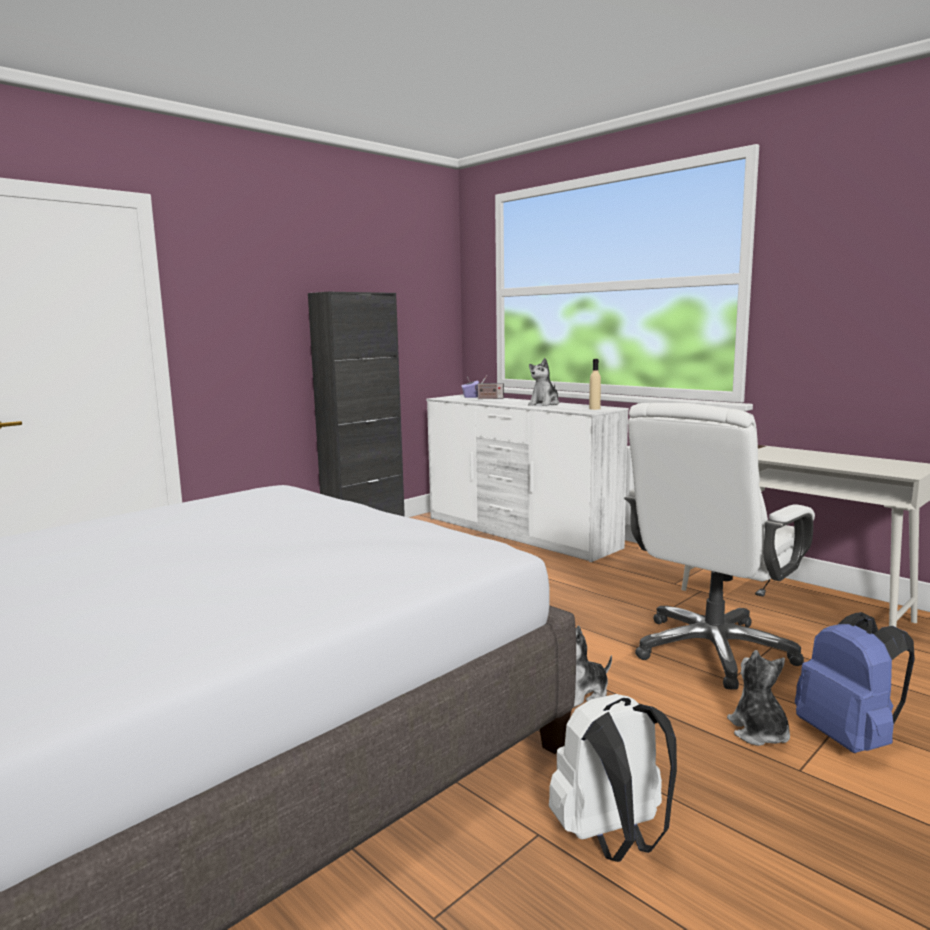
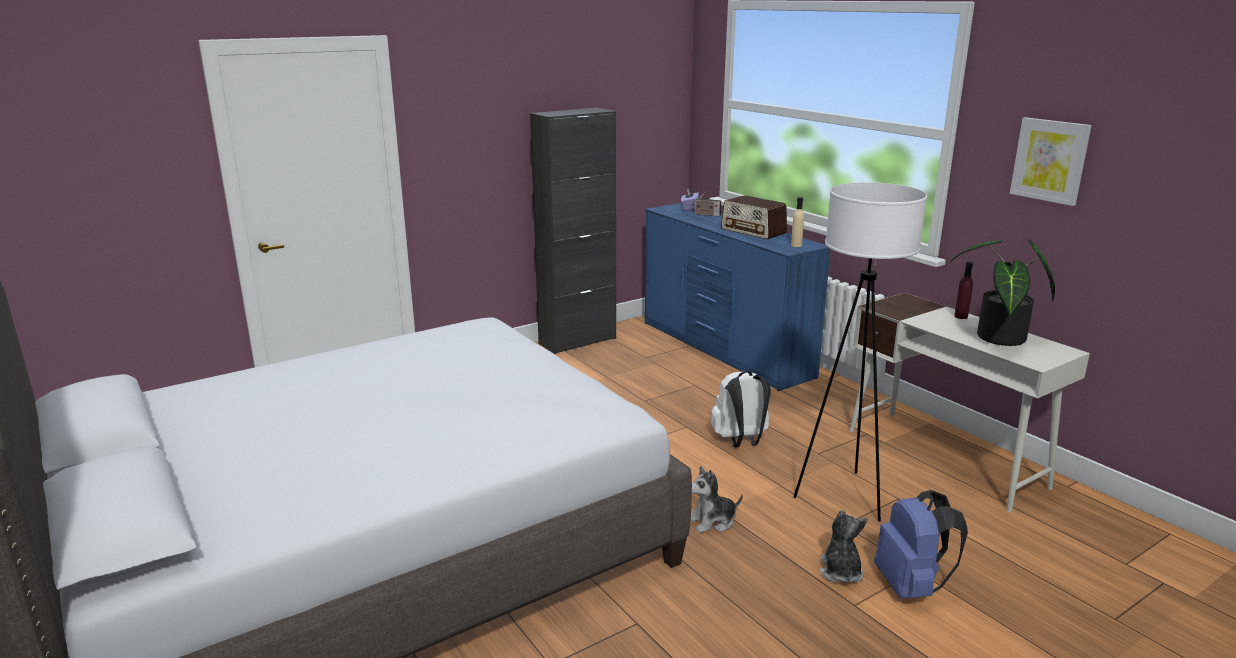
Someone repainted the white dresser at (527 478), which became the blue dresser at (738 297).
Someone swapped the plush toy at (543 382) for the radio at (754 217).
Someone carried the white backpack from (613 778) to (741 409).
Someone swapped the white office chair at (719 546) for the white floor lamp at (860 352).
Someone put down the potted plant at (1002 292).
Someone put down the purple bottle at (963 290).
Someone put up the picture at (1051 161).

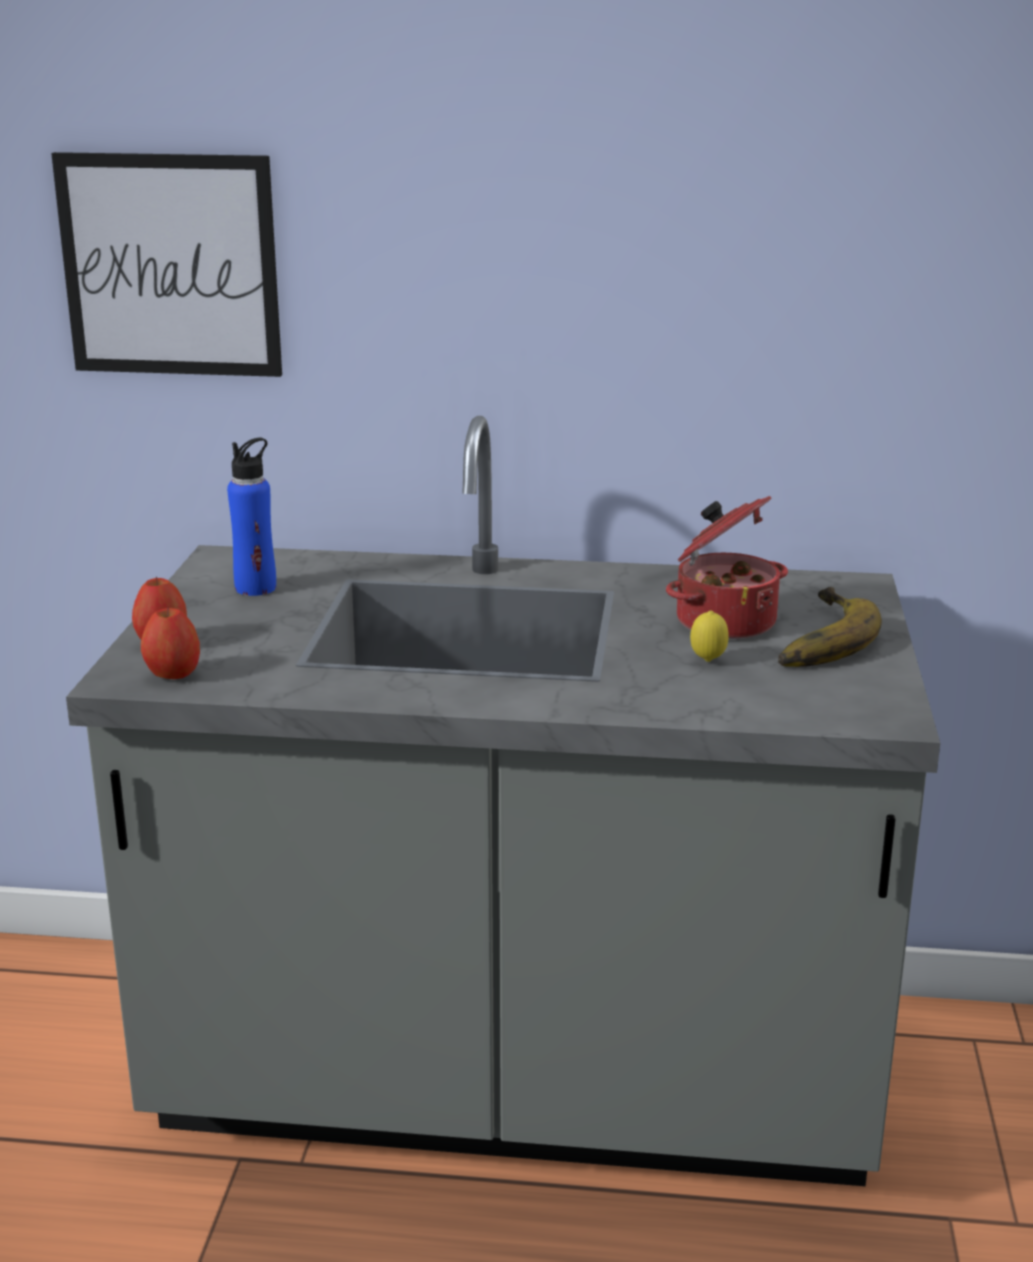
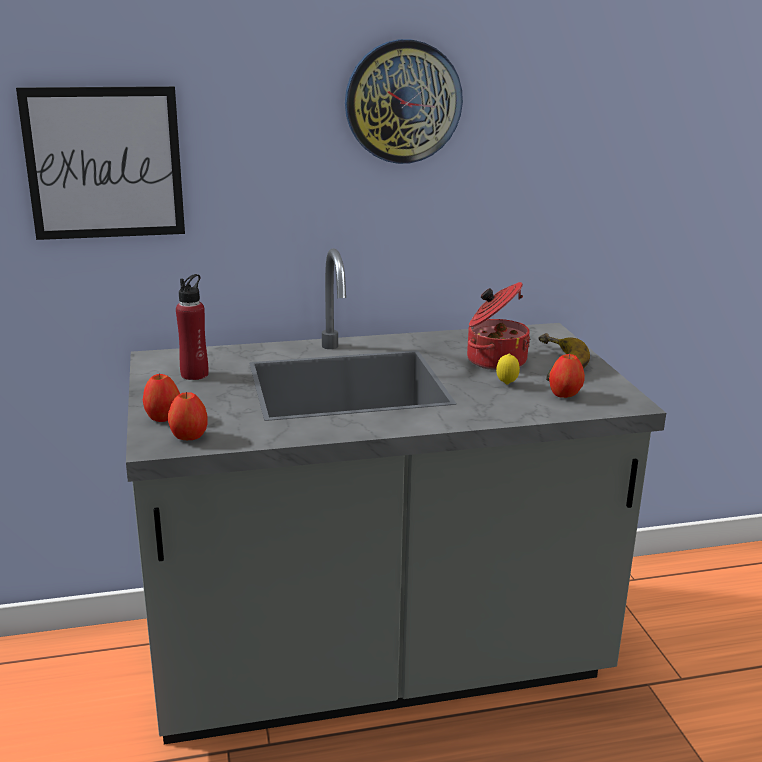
Someone repainted the blue bottle at (251 516), which became the red bottle at (192 327).
Someone put up the wall clock at (404 101).
Someone put down the apple at (567 375).

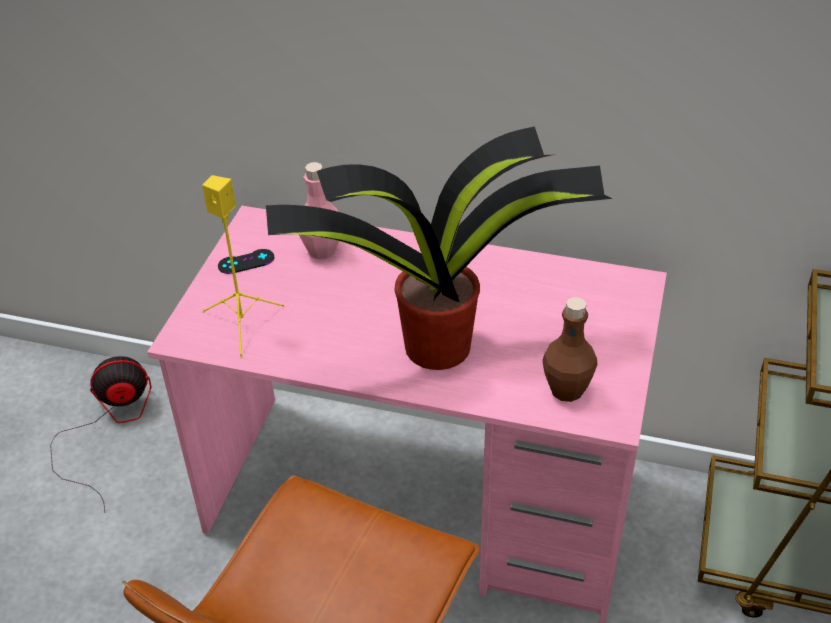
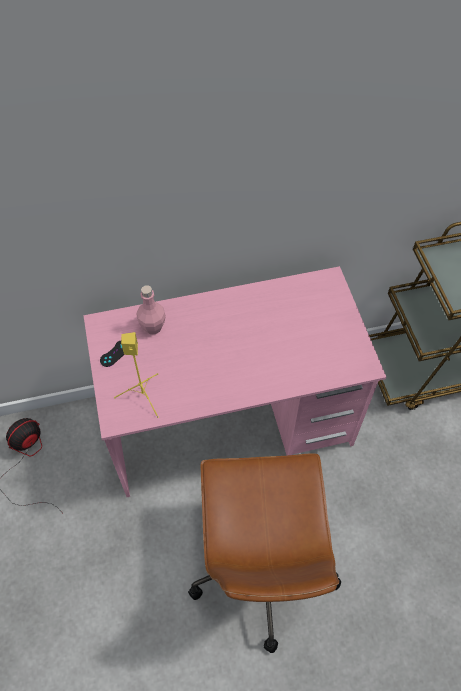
Someone took away the potted plant at (439 248).
Someone took away the brown bottle at (570 349).

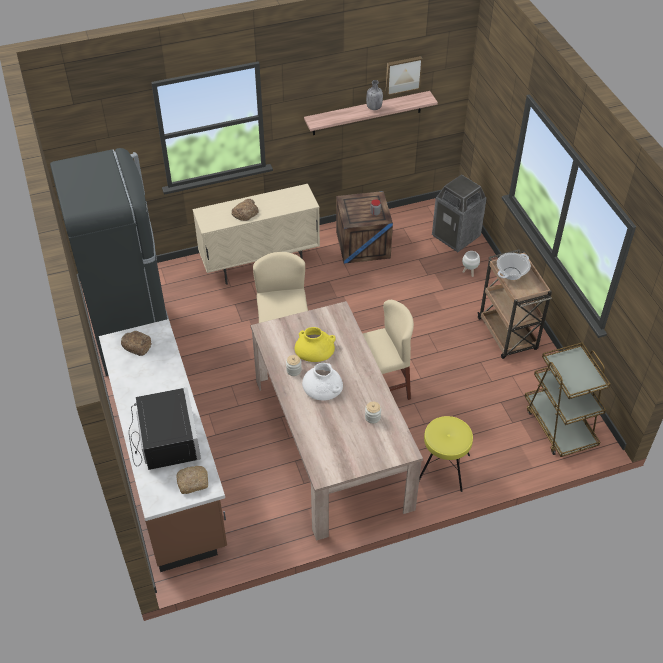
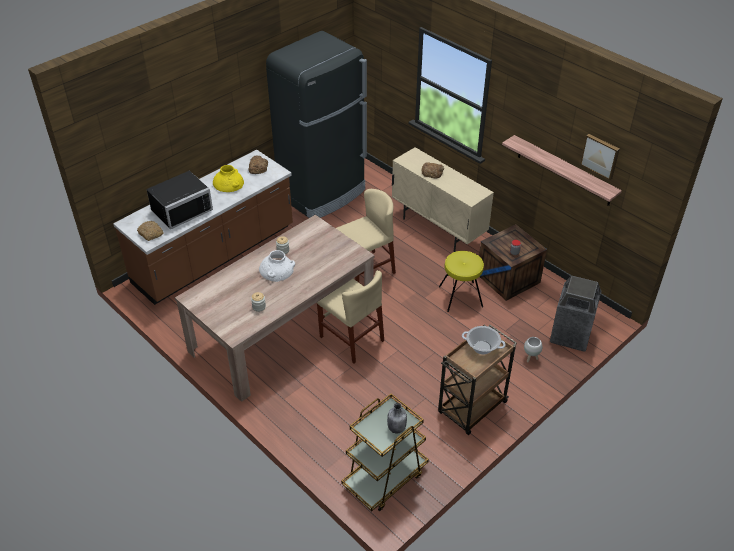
Someone carried the yellow vase from (315 344) to (228 178).
Someone carried the grey bottle from (374 95) to (397 418).
Someone carried the yellow stool from (446 454) to (461 281).

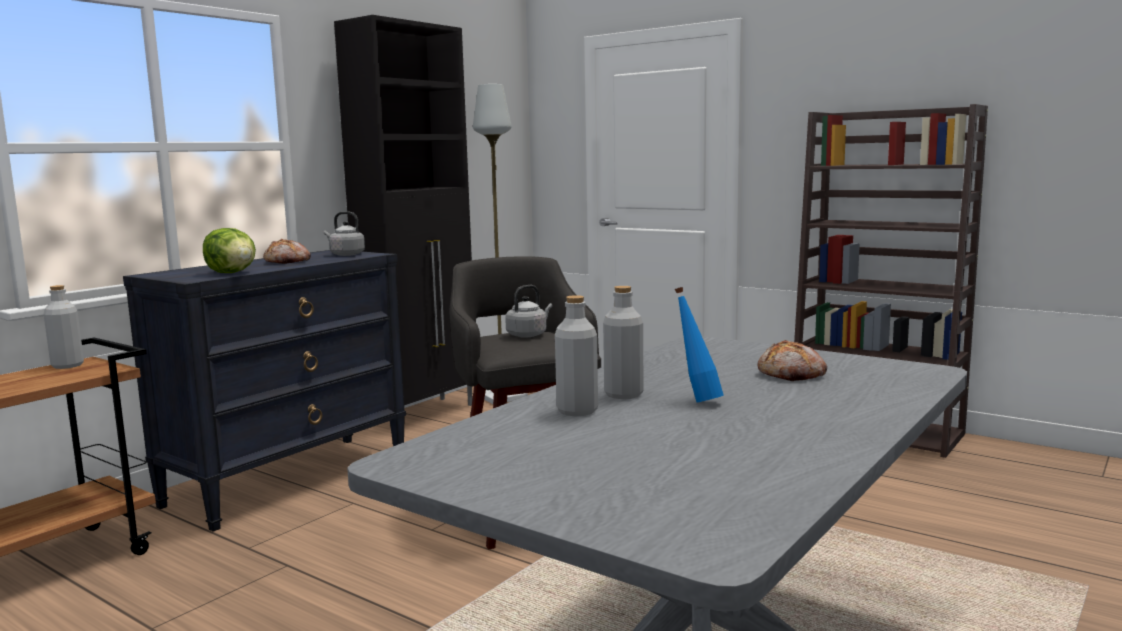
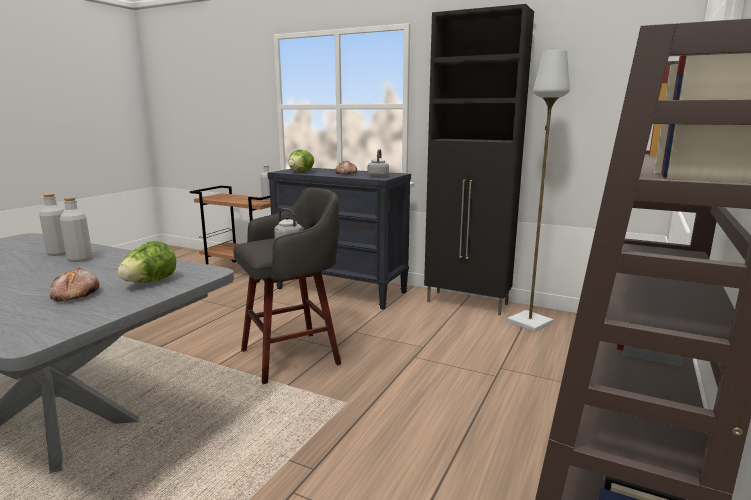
Someone took away the blue bottle at (699 345).
Someone put down the lettuce at (147 261).

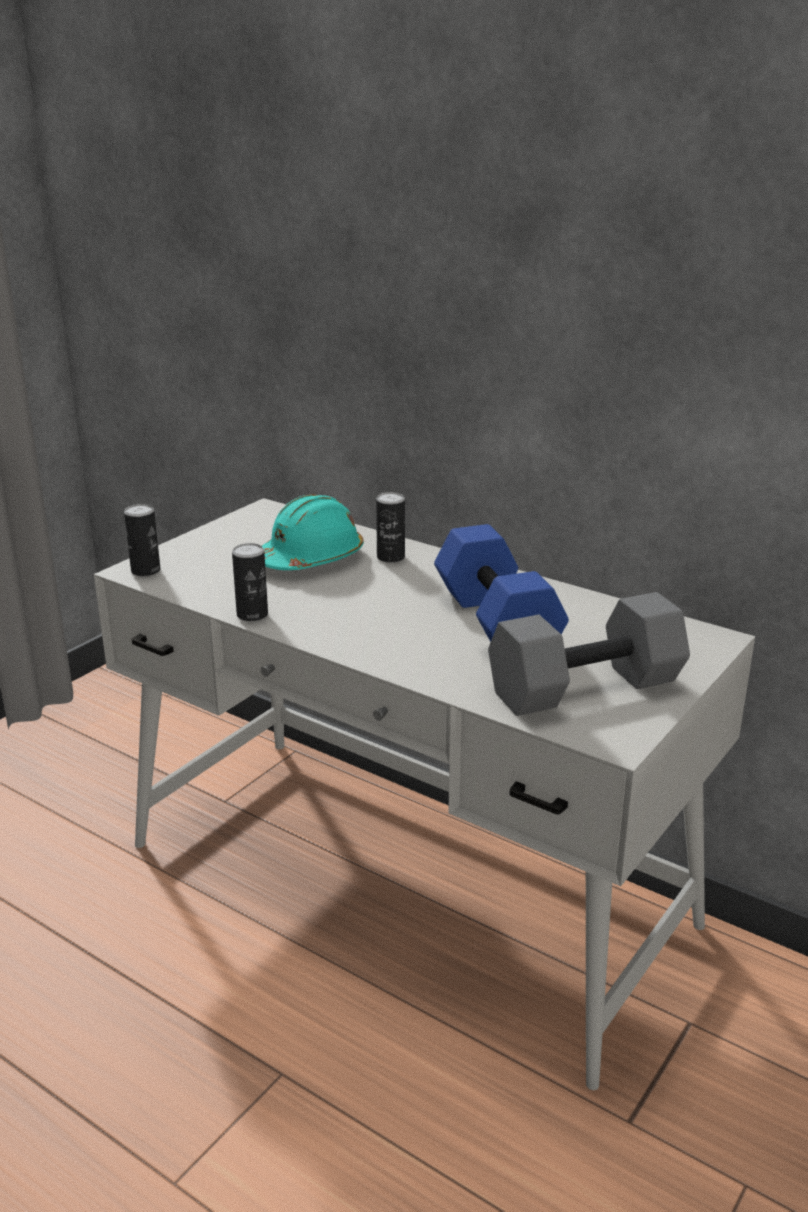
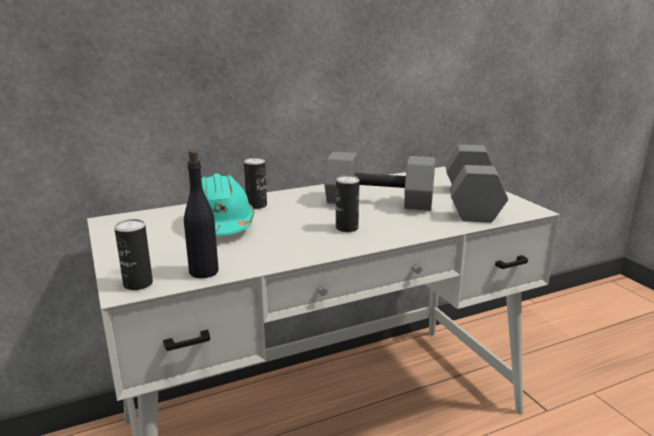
Someone carried the can from (250 582) to (347 203).
Someone repainted the blue dumbbell at (501 583), which became the grey dumbbell at (379 181).
Someone put down the black bottle at (201 214).

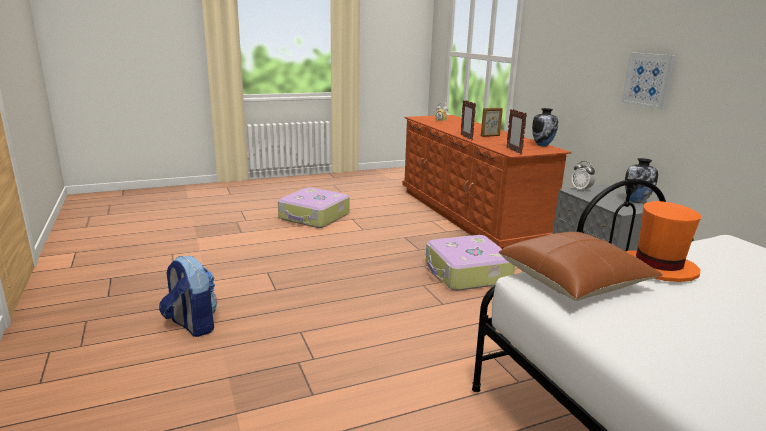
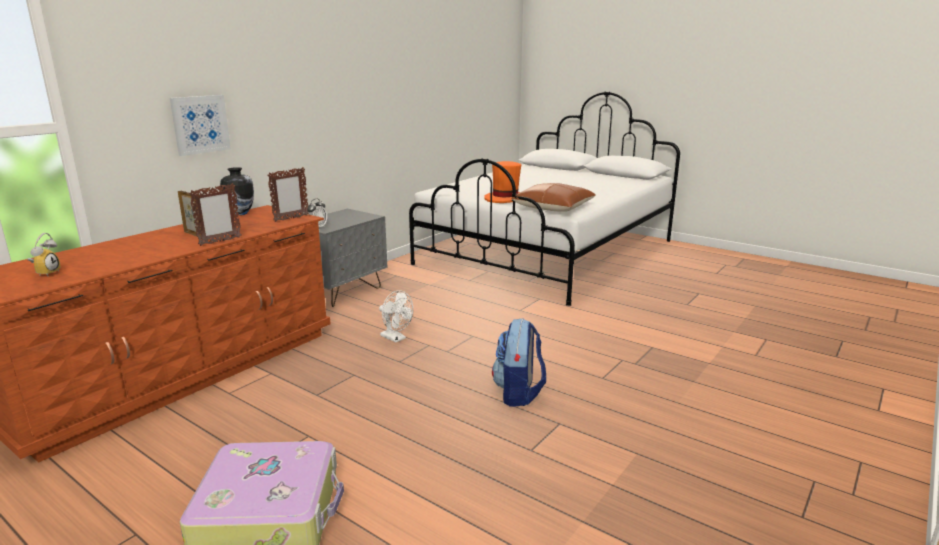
Someone carried the backpack from (188 296) to (519 362).
Someone swapped the suitcase at (470 263) for the white fan at (396 316).
Someone carried the picture from (648 81) to (200 125).
Someone took away the vase at (641 180).

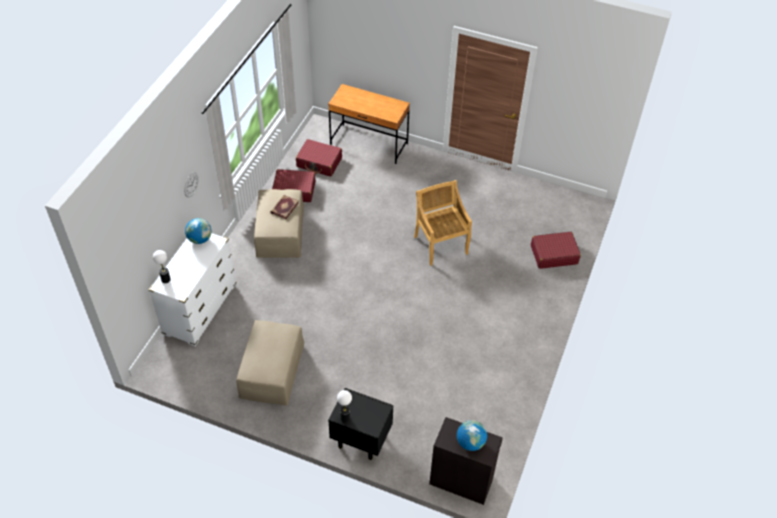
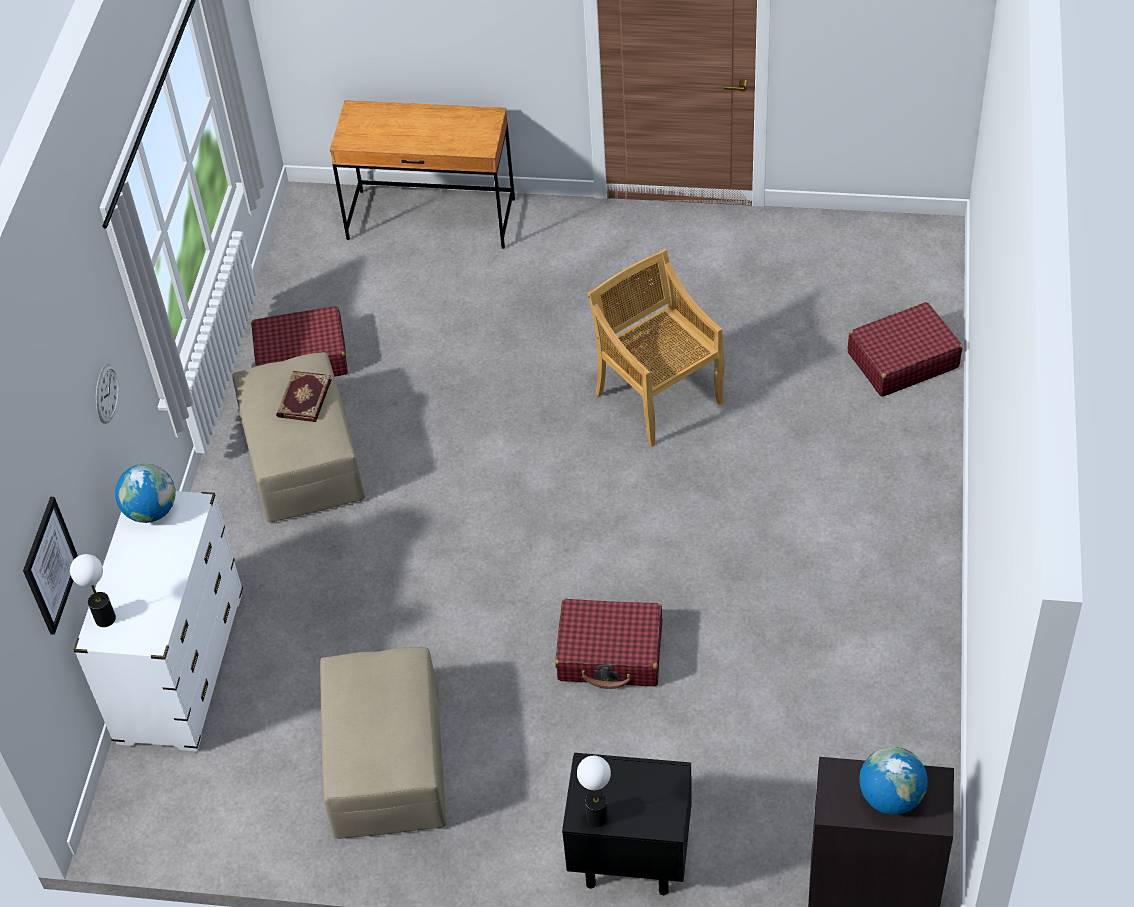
Someone carried the red suitcase from (319 158) to (608 644).
Someone put up the picture at (50 566).

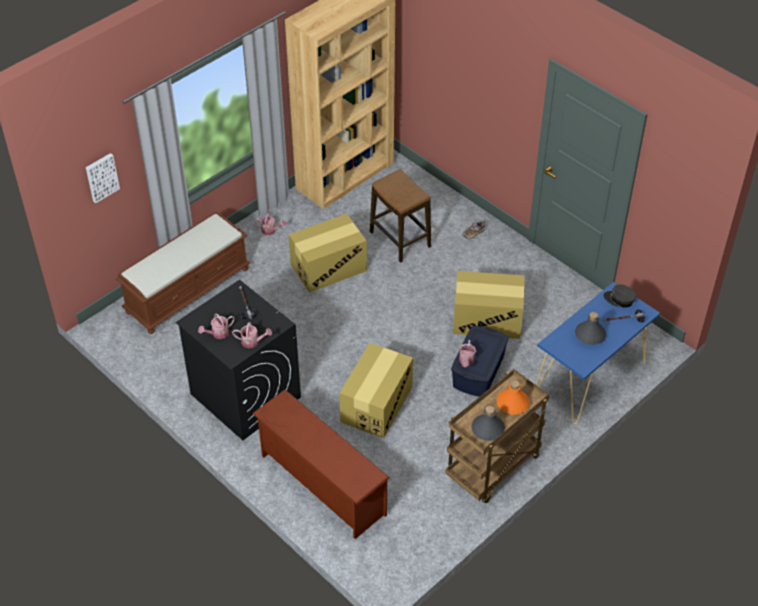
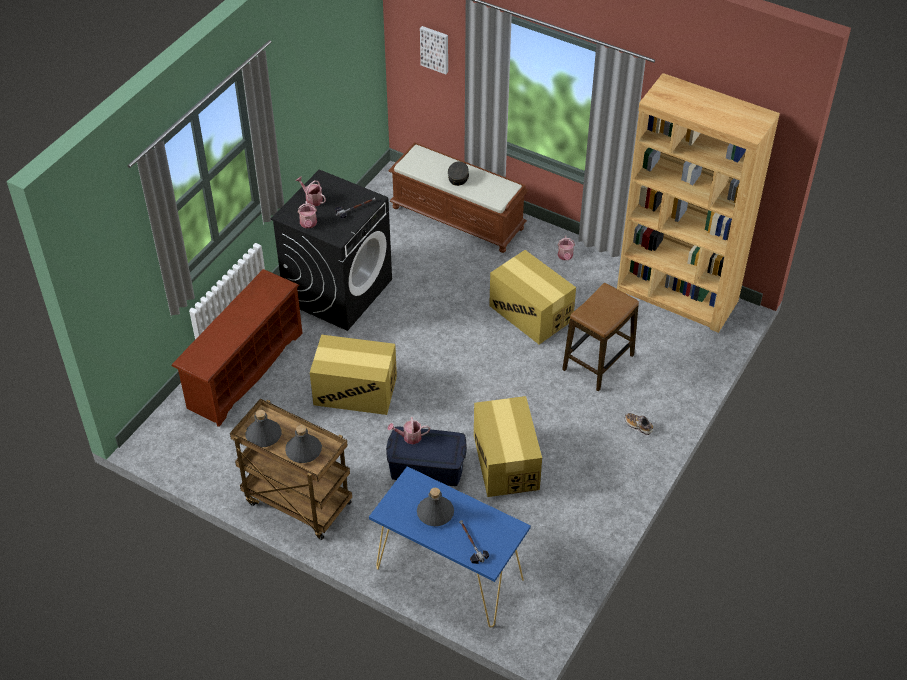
Someone repainted the orange bottle at (513 397), which became the grey bottle at (303 444).
Someone carried the grey cap from (620 296) to (458 173).

